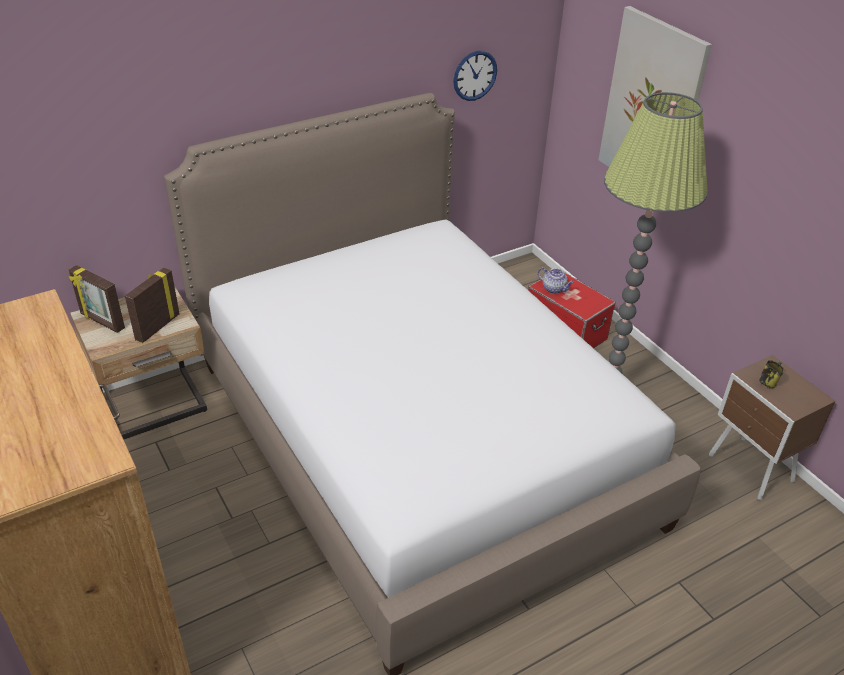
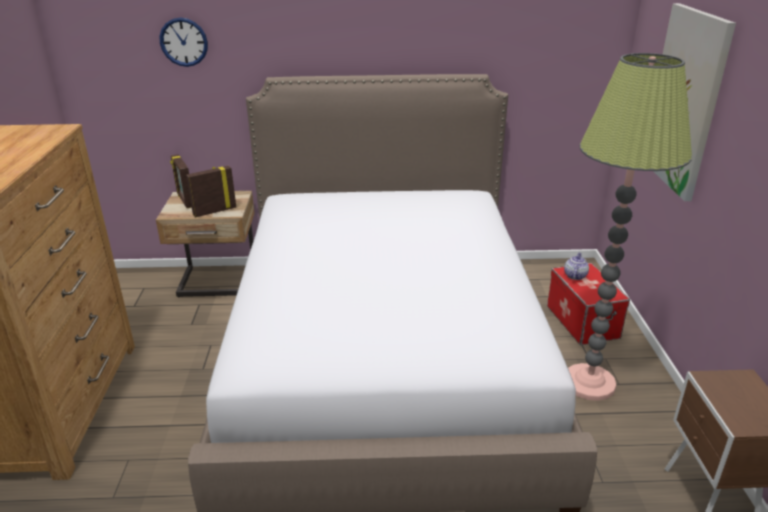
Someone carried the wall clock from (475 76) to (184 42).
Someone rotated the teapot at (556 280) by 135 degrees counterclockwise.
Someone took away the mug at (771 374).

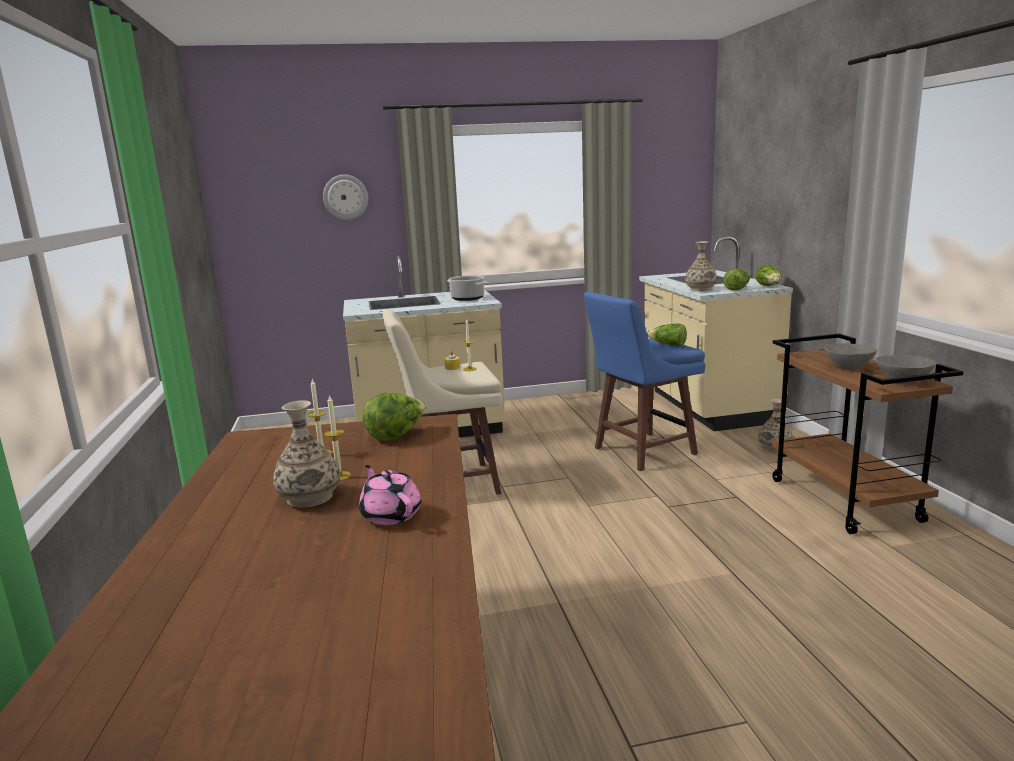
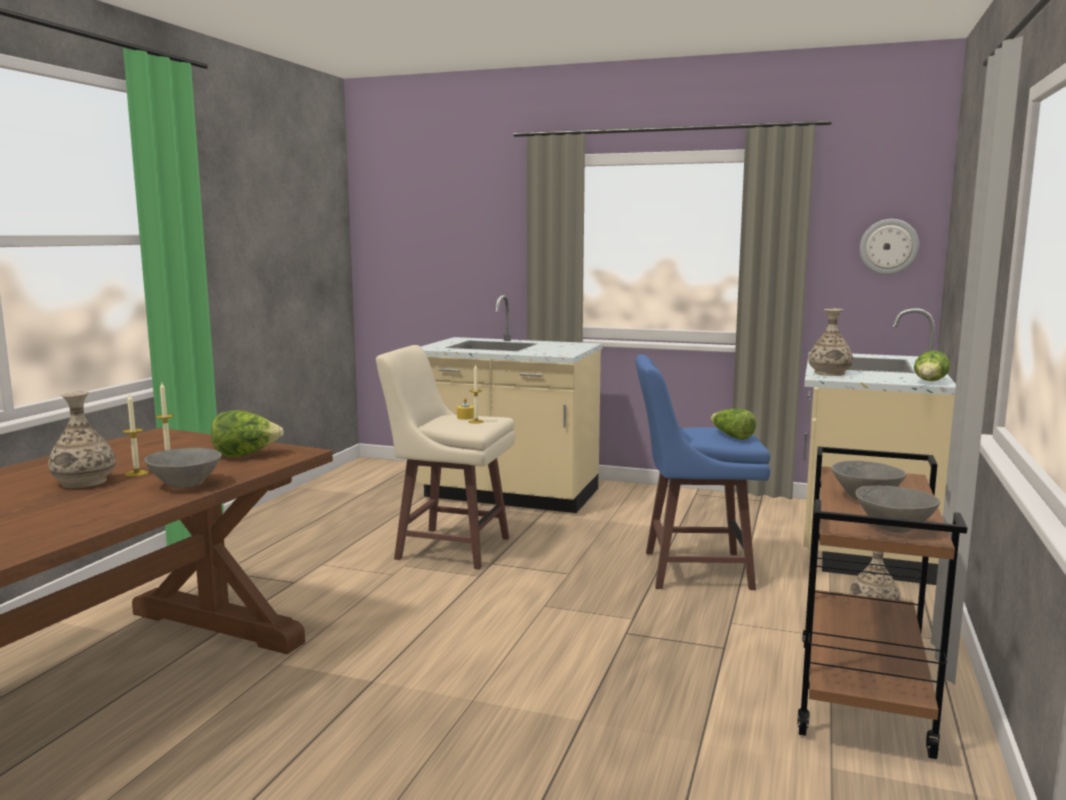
Someone carried the wall clock from (345 197) to (889 247).
Someone took away the pink teapot at (390 495).
Someone took away the cooking pot at (467 288).
Someone took away the lettuce at (736 280).
Someone put down the grey bowl at (183 468).

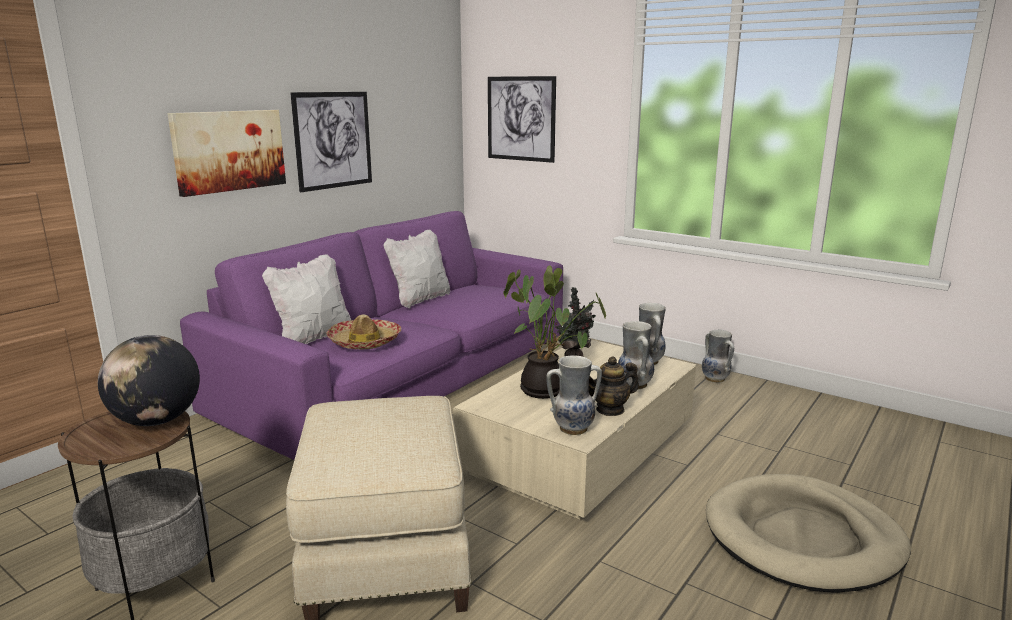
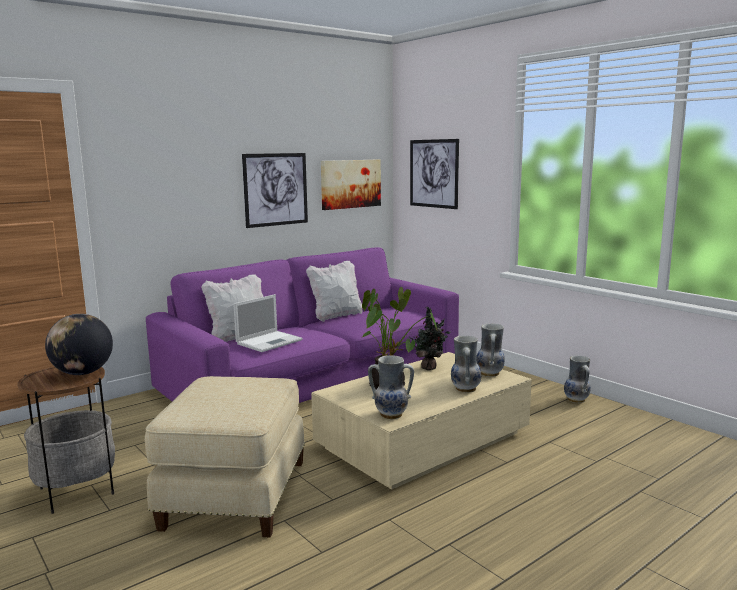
Someone carried the picture from (226 153) to (351 185).
Someone swapped the hat at (363 331) for the laptop at (268 323).
Someone took away the teapot at (614 386).
Someone took away the beige dog bed at (808 533).

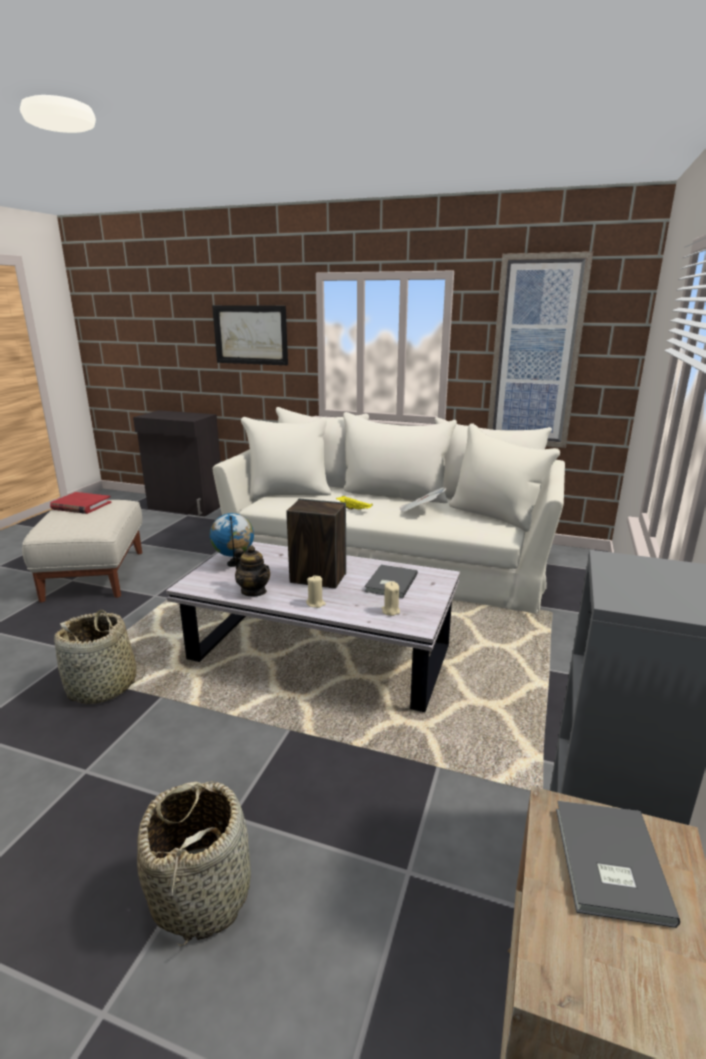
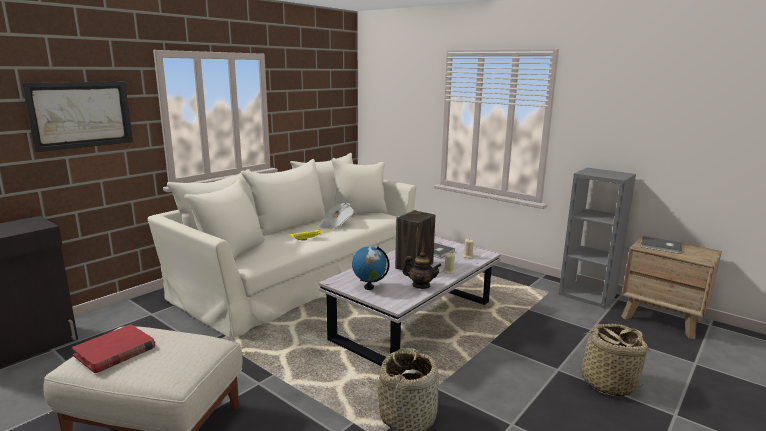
Someone rotated the teapot at (252 570) by 45 degrees clockwise.
Someone took away the picture at (540 350).

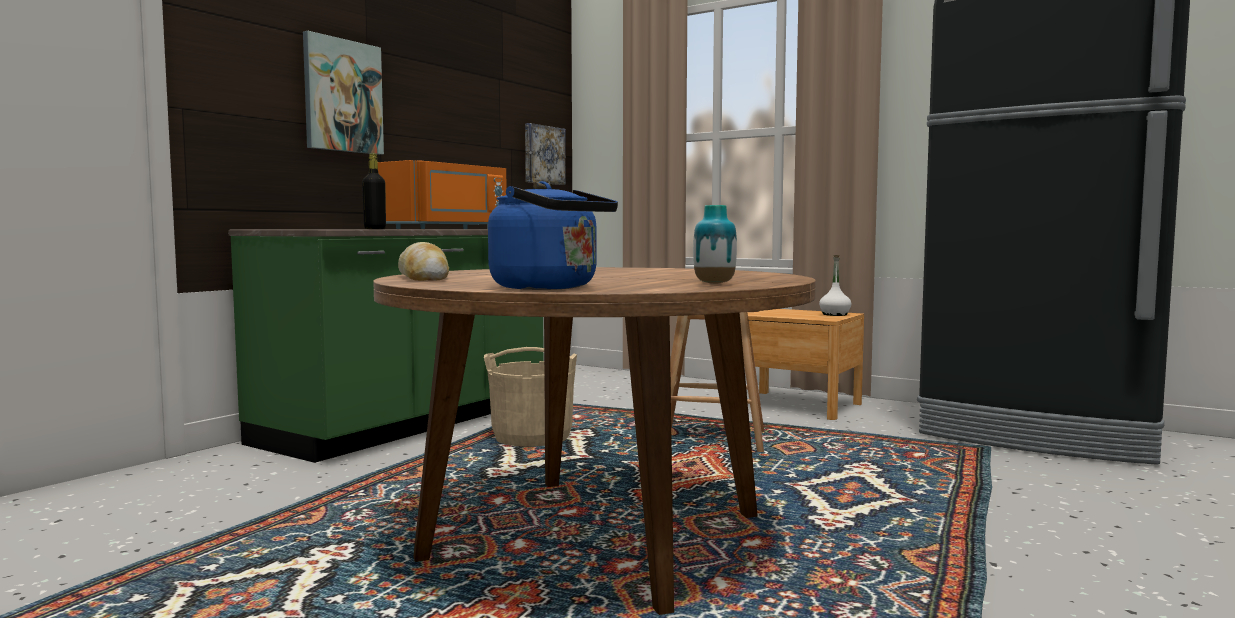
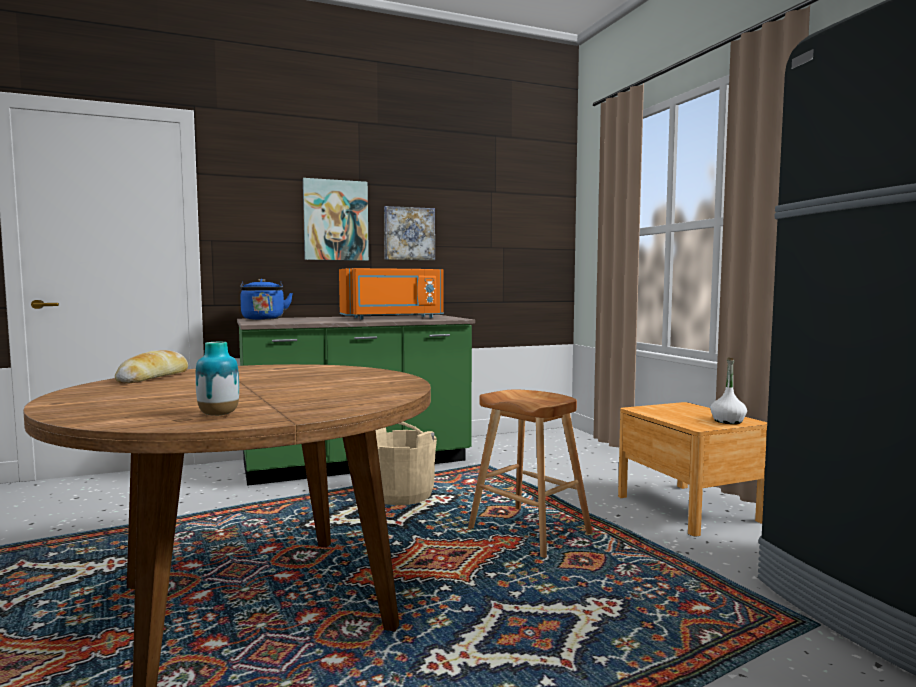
Someone took away the black bottle at (374 191).
Someone carried the blue kettle from (553 235) to (266 299).
Someone carried the picture from (545 154) to (409 233).

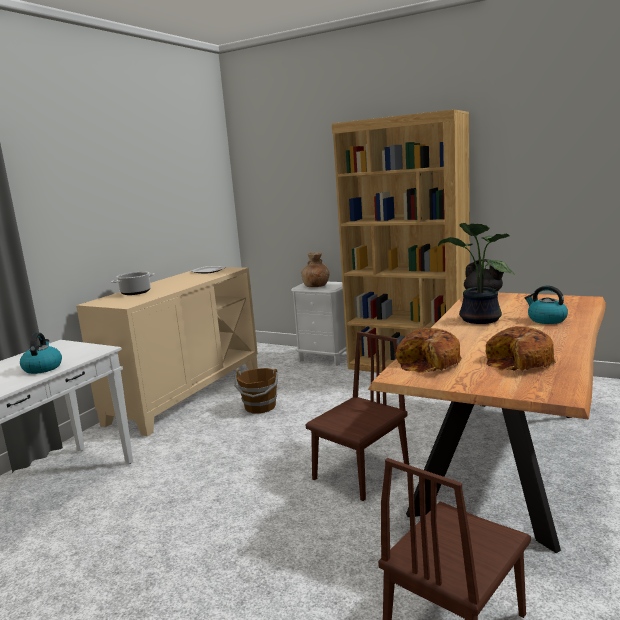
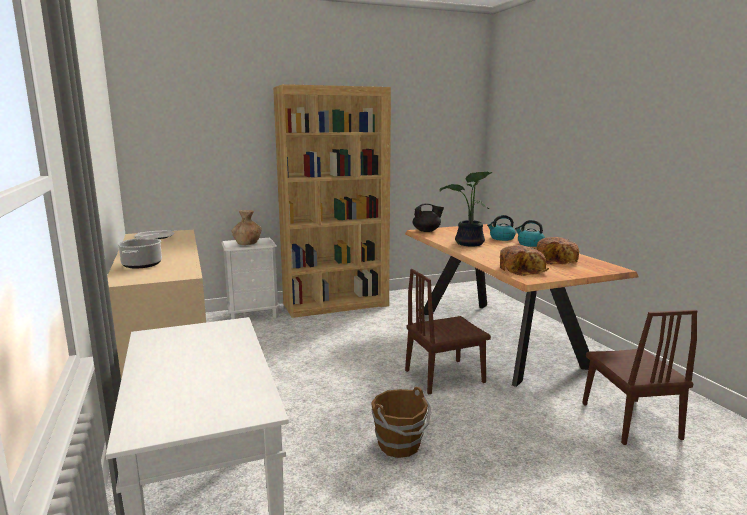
Someone carried the kettle from (41 353) to (530 233).
Someone carried the brown bucket from (256 390) to (401 422).
Someone rotated the brown chair at (357 416) by 105 degrees counterclockwise.

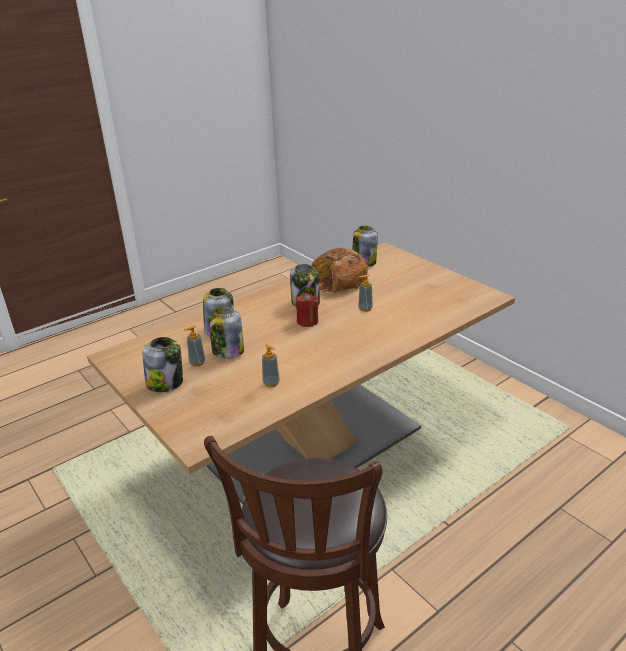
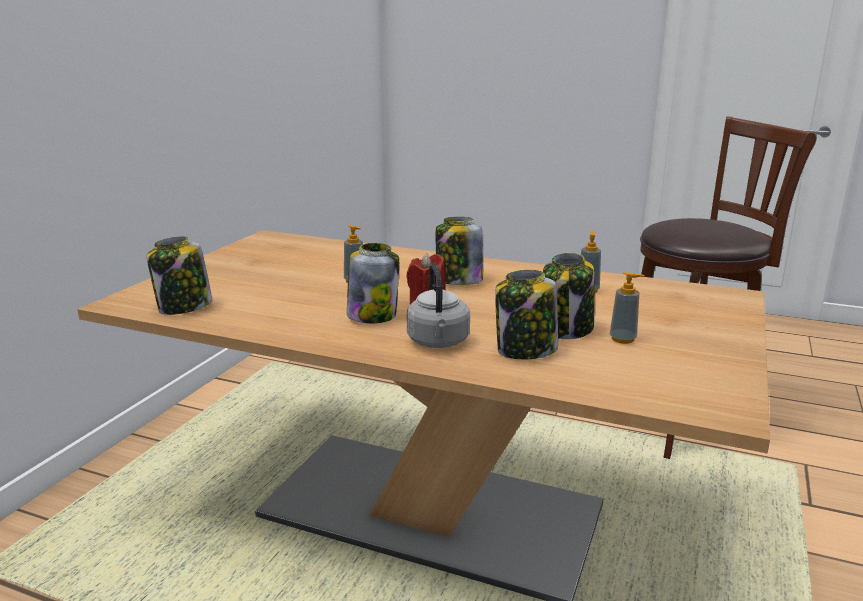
Someone carried the jar from (163 364) to (459 251).
Someone took away the bread at (339 270).
Someone put down the grey kettle at (438 306).

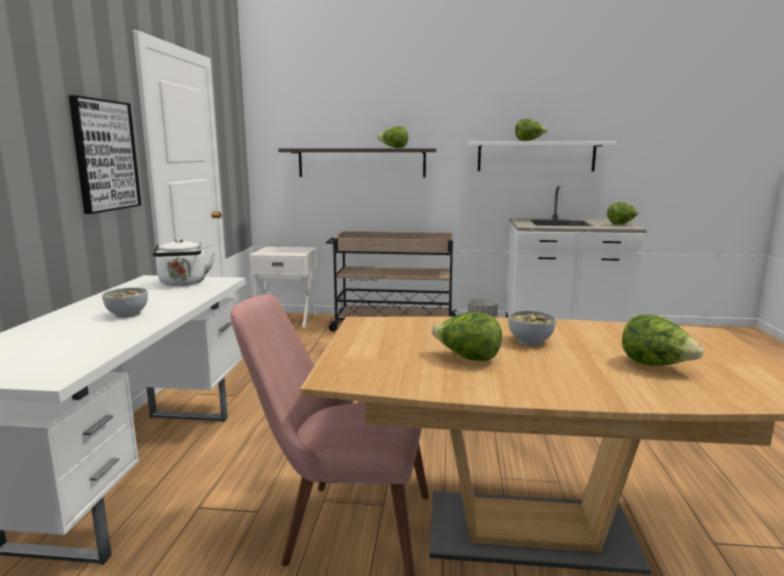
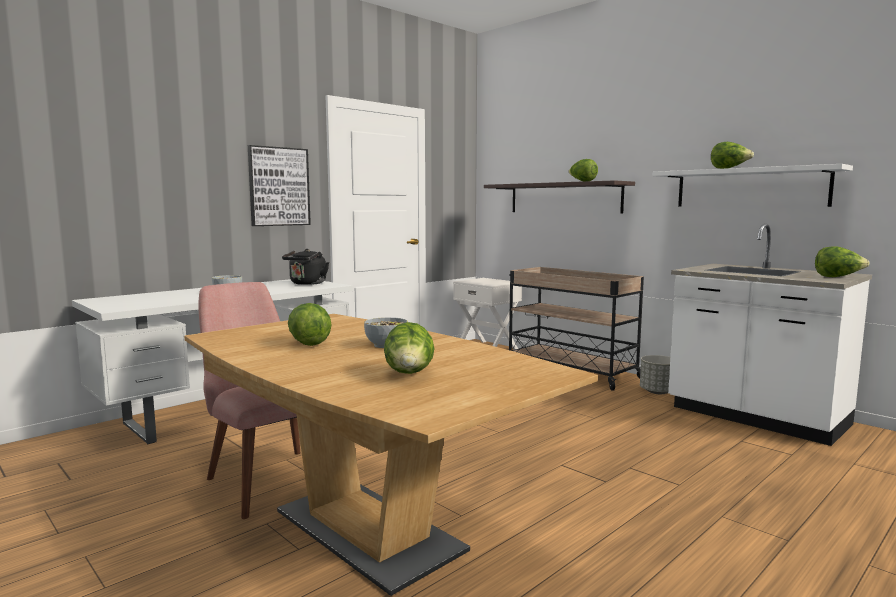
Someone repainted the white kettle at (183 262), which became the black kettle at (305 267).

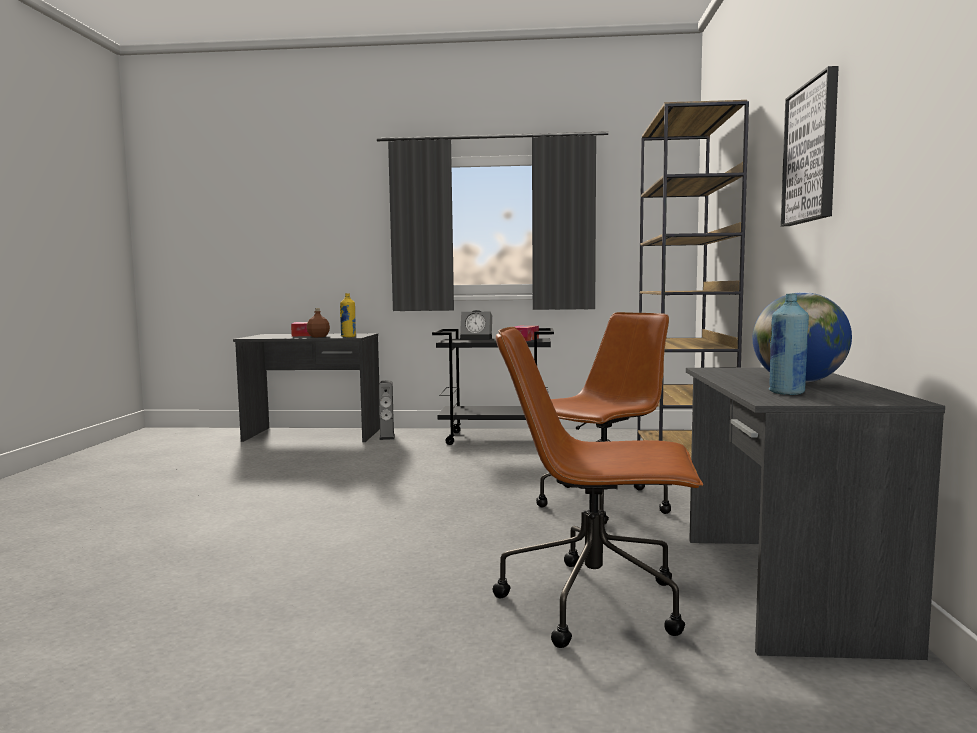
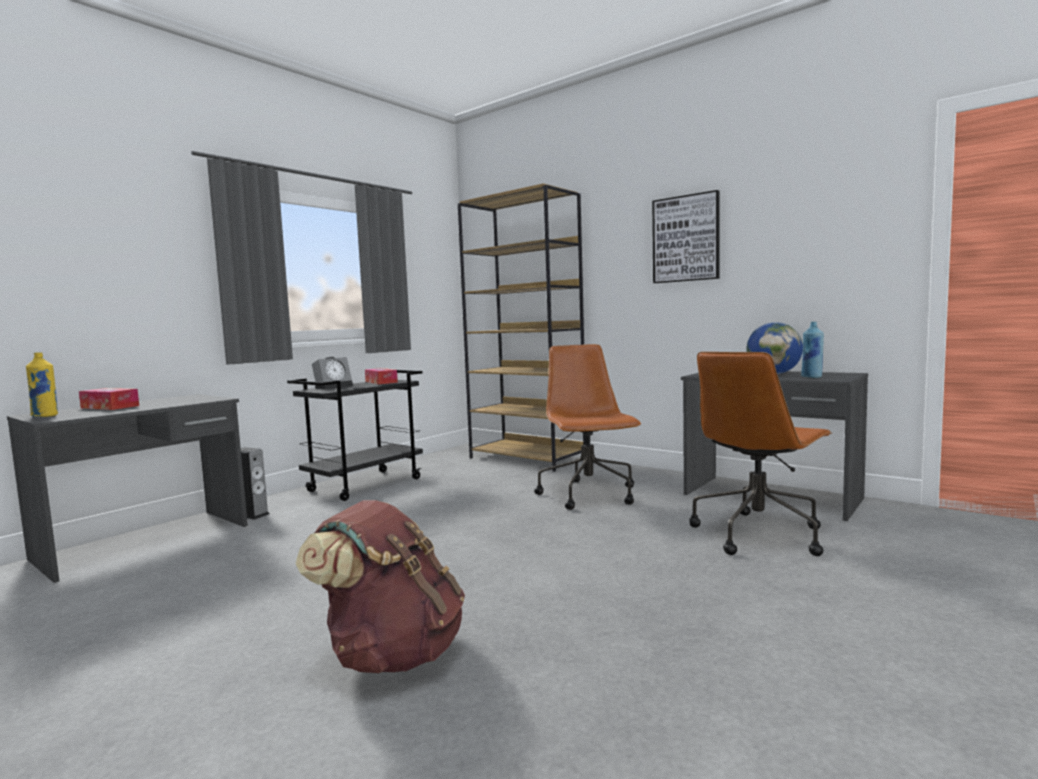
Someone took away the brown bottle at (318 322).
Someone carried the yellow bottle from (348 315) to (42 384).
Someone put down the brown backpack at (380 586).

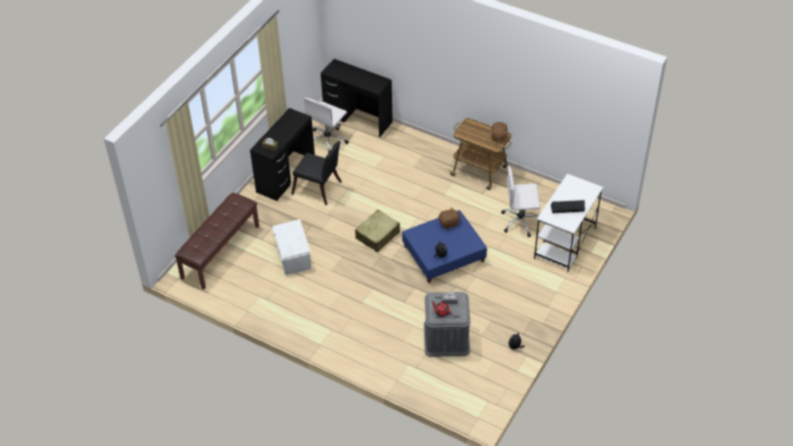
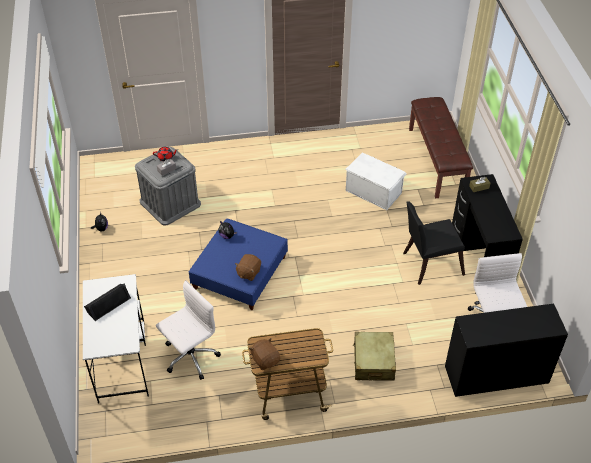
Someone carried the beige suitcase from (377 230) to (374 356).

